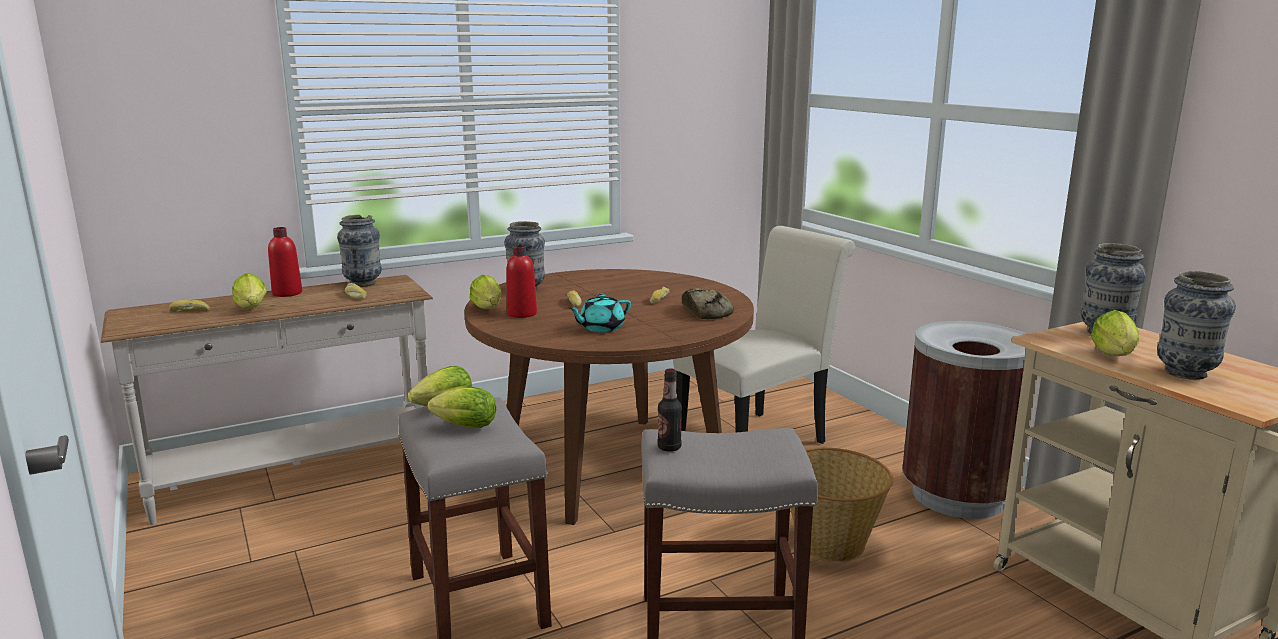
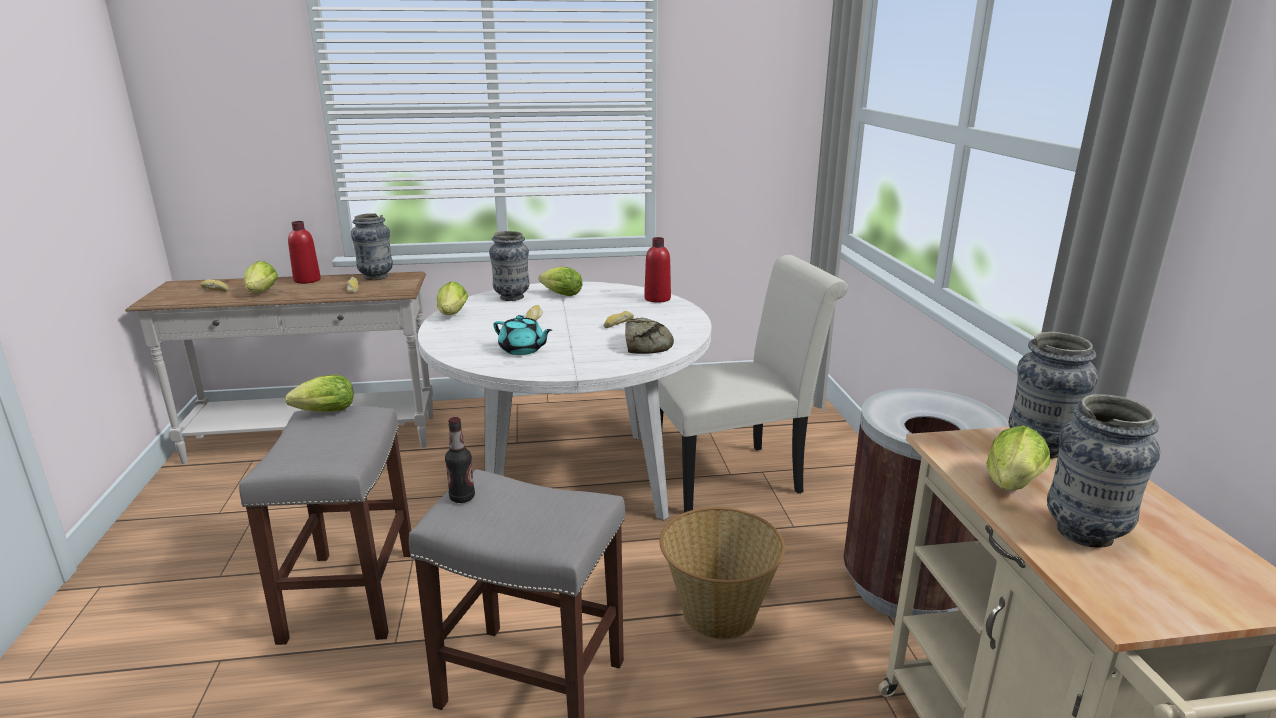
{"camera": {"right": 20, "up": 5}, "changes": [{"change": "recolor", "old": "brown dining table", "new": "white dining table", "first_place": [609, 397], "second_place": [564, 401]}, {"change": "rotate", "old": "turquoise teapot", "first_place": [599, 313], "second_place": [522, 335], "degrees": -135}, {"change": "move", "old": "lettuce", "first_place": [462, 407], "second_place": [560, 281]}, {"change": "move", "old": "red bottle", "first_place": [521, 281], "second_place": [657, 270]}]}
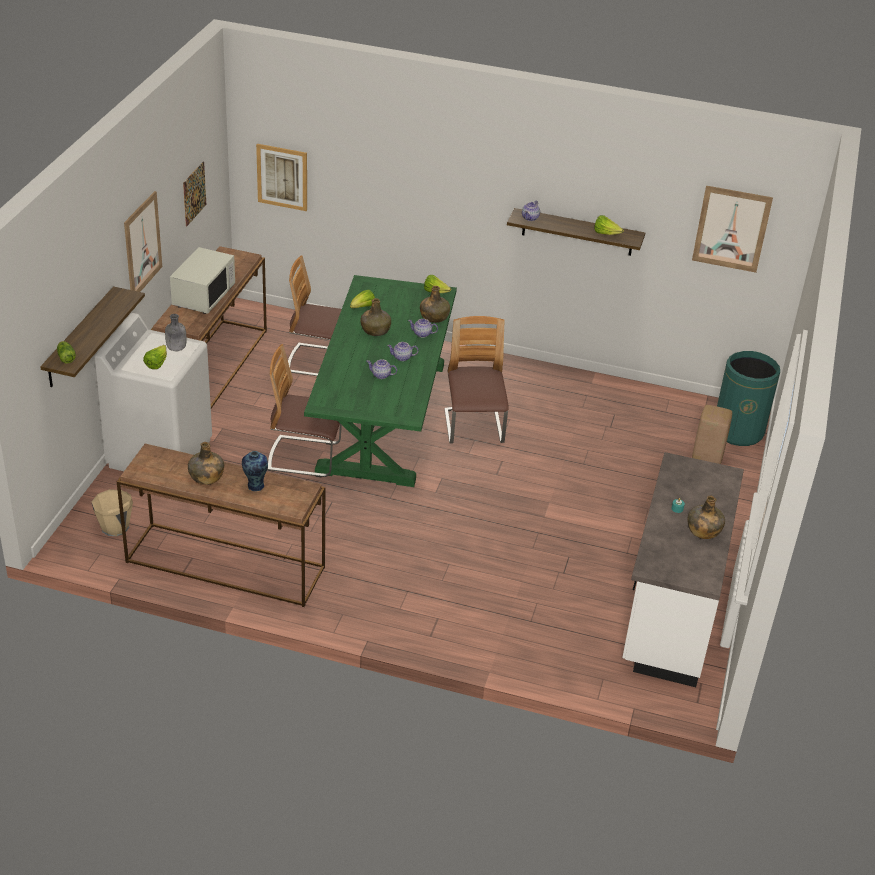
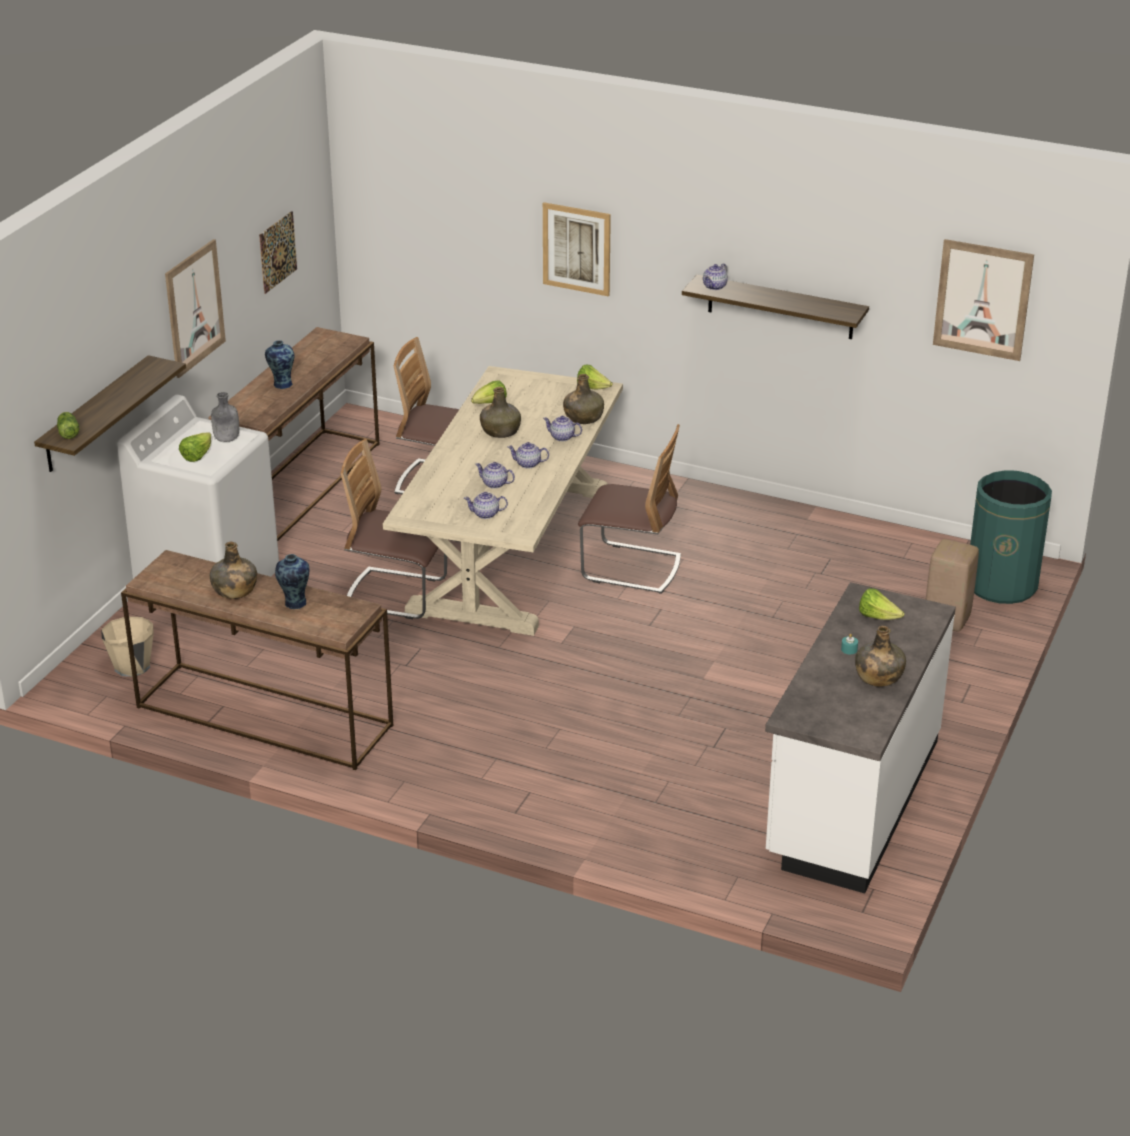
{"camera": {"right": 10, "up": -5}, "changes": [{"change": "replace", "old": "white microwave", "new": "vase", "first_place": [202, 280], "second_place": [279, 364]}, {"change": "recolor", "old": "green dining table", "new": "beige dining table", "first_place": [380, 381], "second_place": [503, 501]}, {"change": "insert", "new": "teapot", "second_place": [486, 505]}, {"change": "move", "old": "picture", "first_place": [281, 177], "second_place": [577, 249]}, {"change": "rotate", "old": "chair", "first_place": [476, 379], "second_place": [629, 509], "degrees": 105}, {"change": "move", "old": "lettuce", "first_place": [609, 225], "second_place": [882, 604]}]}
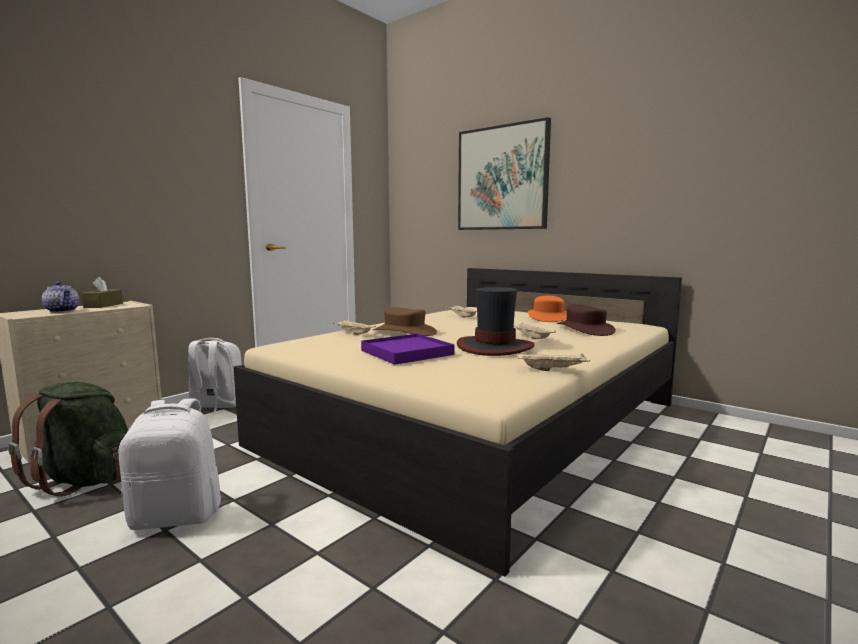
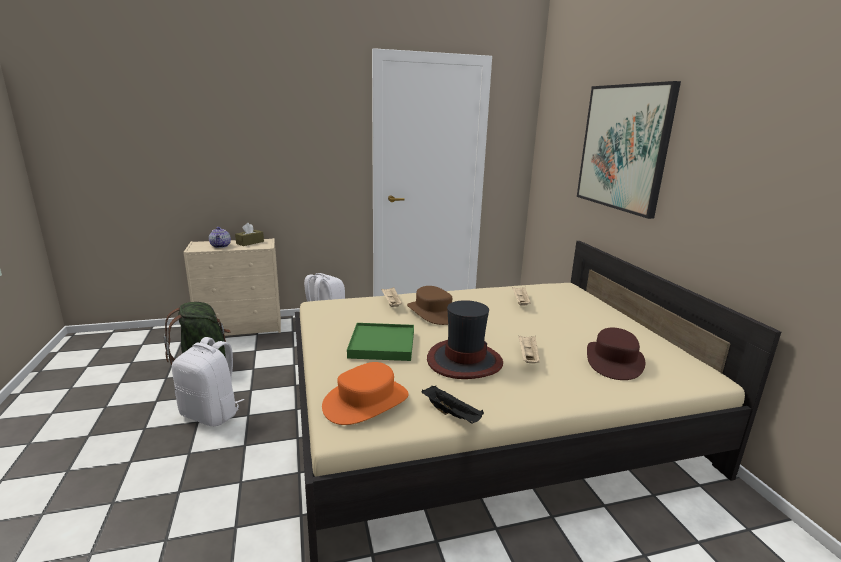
{"camera": {"right": 35, "up": 10}, "changes": [{"change": "move", "old": "orange hat", "first_place": [547, 308], "second_place": [365, 393]}, {"change": "recolor", "old": "purple tray", "new": "green tray", "first_place": [408, 349], "second_place": [380, 342]}, {"change": "recolor", "old": "beige tray", "new": "black tray", "first_place": [553, 362], "second_place": [452, 404]}]}
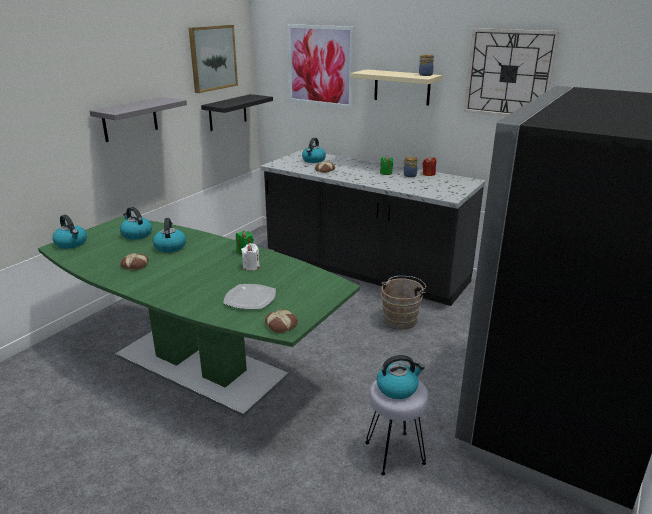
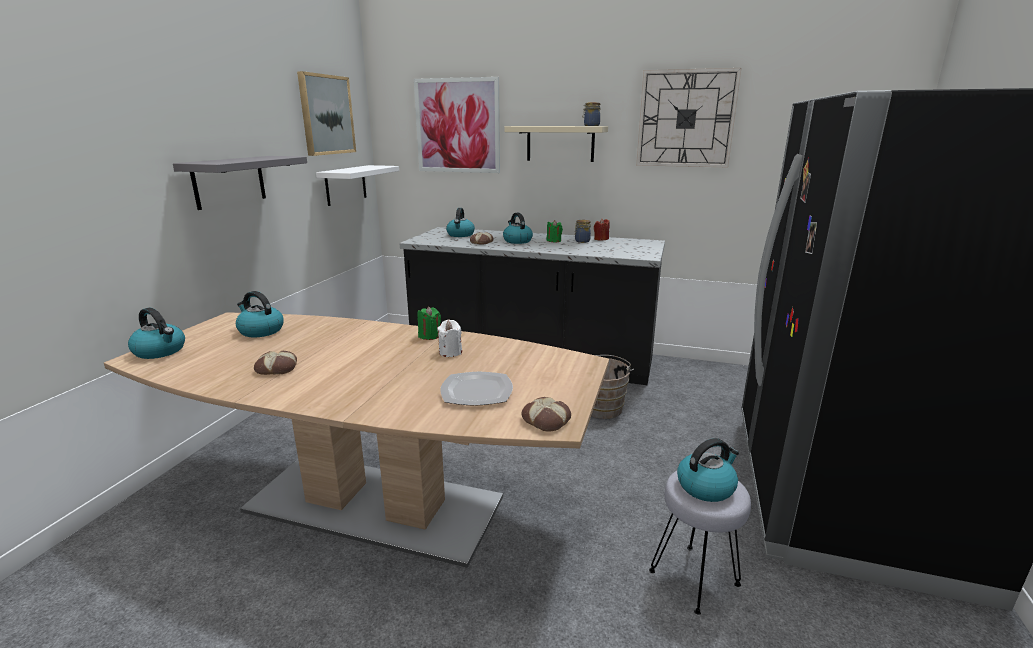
{"camera": {"right": -15, "up": -5}, "changes": [{"change": "recolor", "old": "green dining table", "new": "brown dining table", "first_place": [199, 316], "second_place": [356, 440]}, {"change": "recolor", "old": "black shelf", "new": "white shelf", "first_place": [237, 112], "second_place": [357, 185]}, {"change": "move", "old": "kettle", "first_place": [169, 235], "second_place": [518, 228]}]}
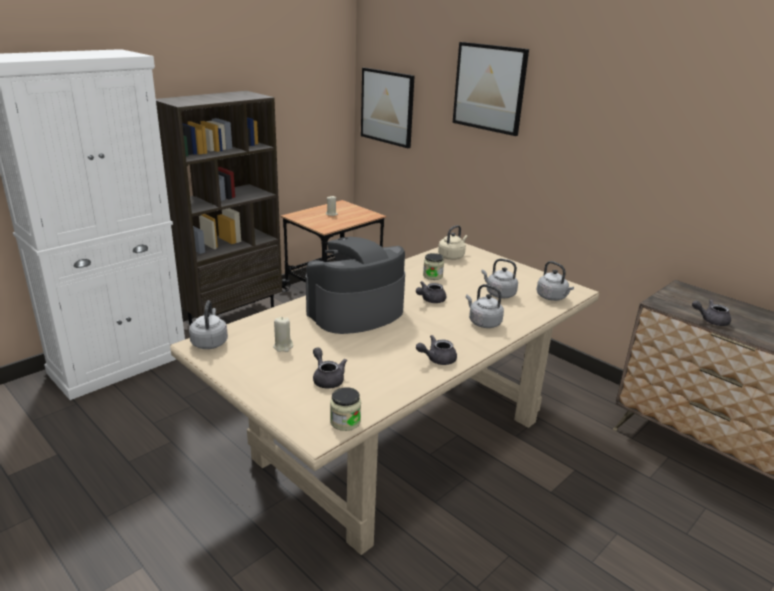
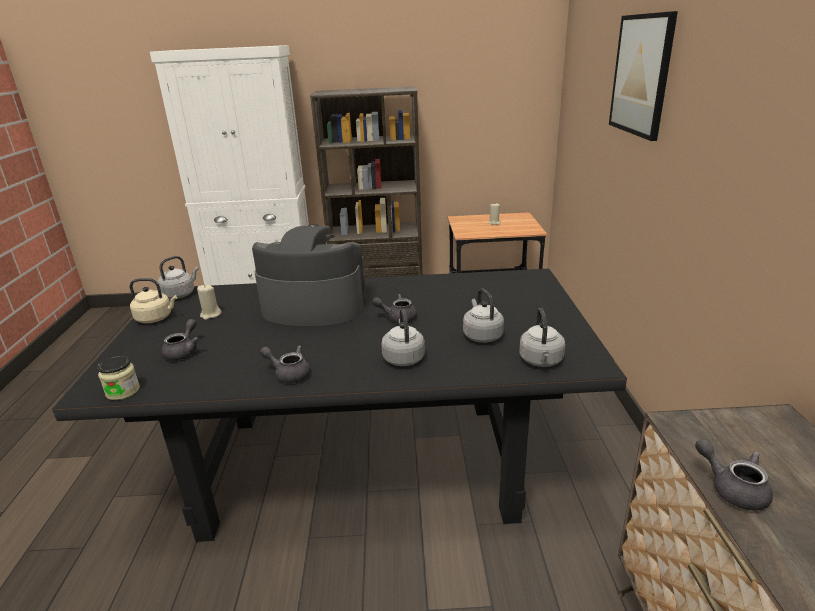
{"camera": {"right": 45, "up": 0}, "changes": [{"change": "recolor", "old": "beige dining table", "new": "black dining table", "first_place": [384, 399], "second_place": [339, 405]}, {"change": "move", "old": "beige kettle", "first_place": [453, 242], "second_place": [153, 300]}, {"change": "delete", "old": "picture", "first_place": [388, 107]}, {"change": "delete", "old": "jar", "first_place": [433, 266]}]}
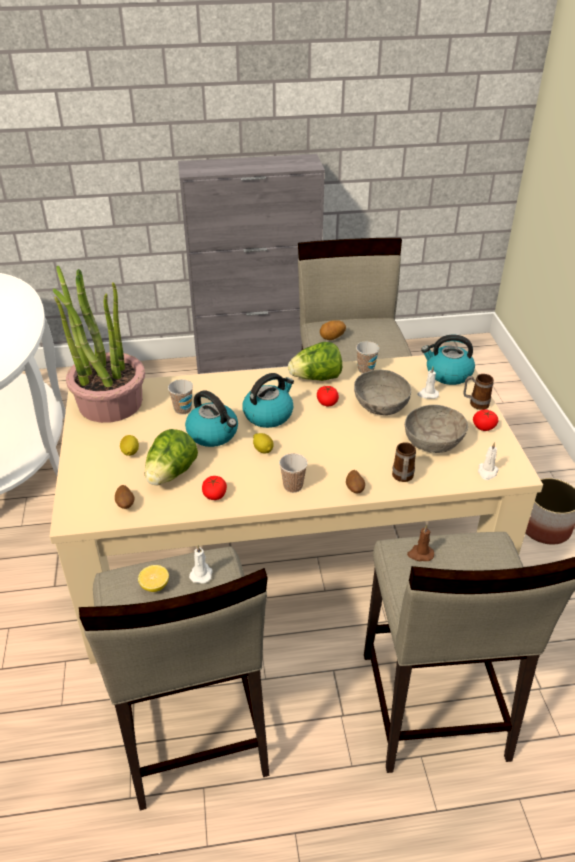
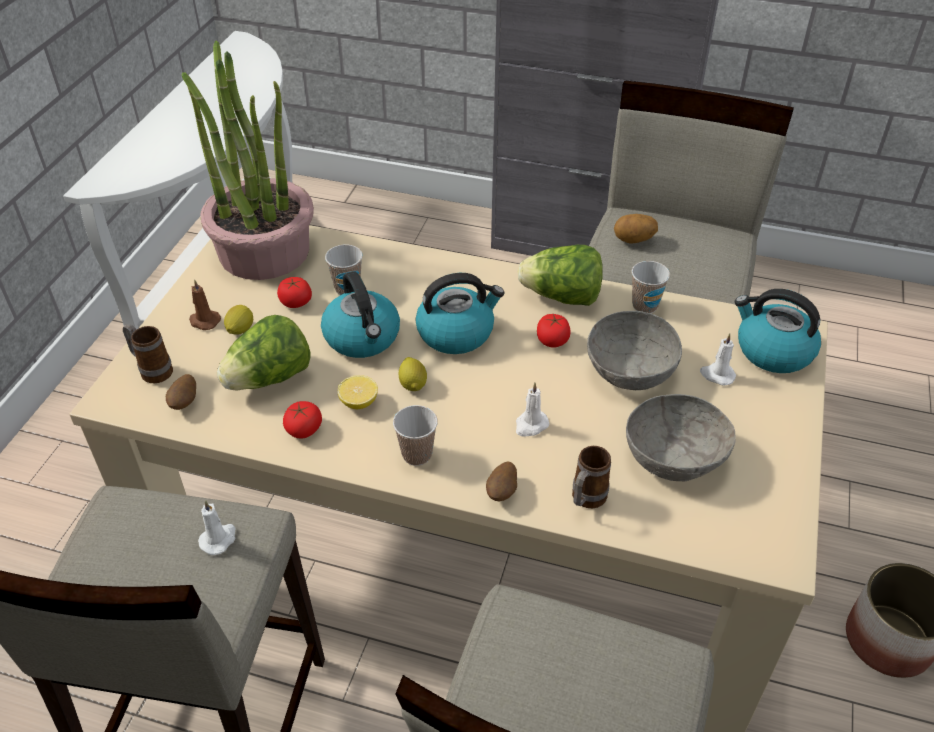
{"camera": {"right": 25, "up": 5}, "changes": [{"change": "move", "old": "mug", "first_place": [478, 392], "second_place": [148, 353]}, {"change": "move", "old": "brown candle", "first_place": [420, 542], "second_place": [205, 304]}, {"change": "move", "old": "tomato", "first_place": [485, 420], "second_place": [294, 292]}, {"change": "move", "old": "lemon", "first_place": [153, 578], "second_place": [358, 392]}, {"change": "move", "old": "white candle", "first_place": [488, 461], "second_place": [532, 410]}]}
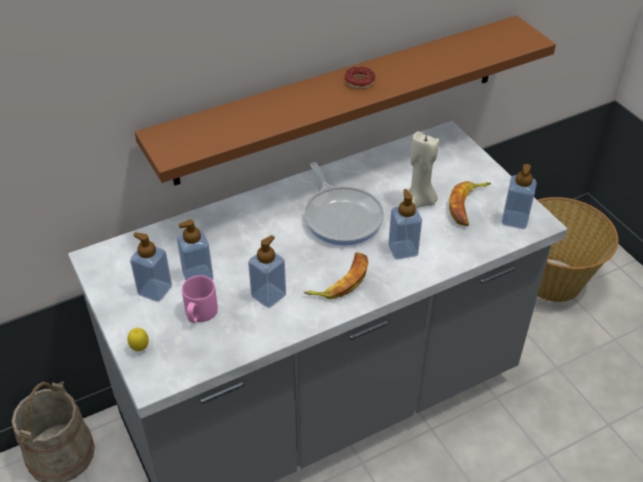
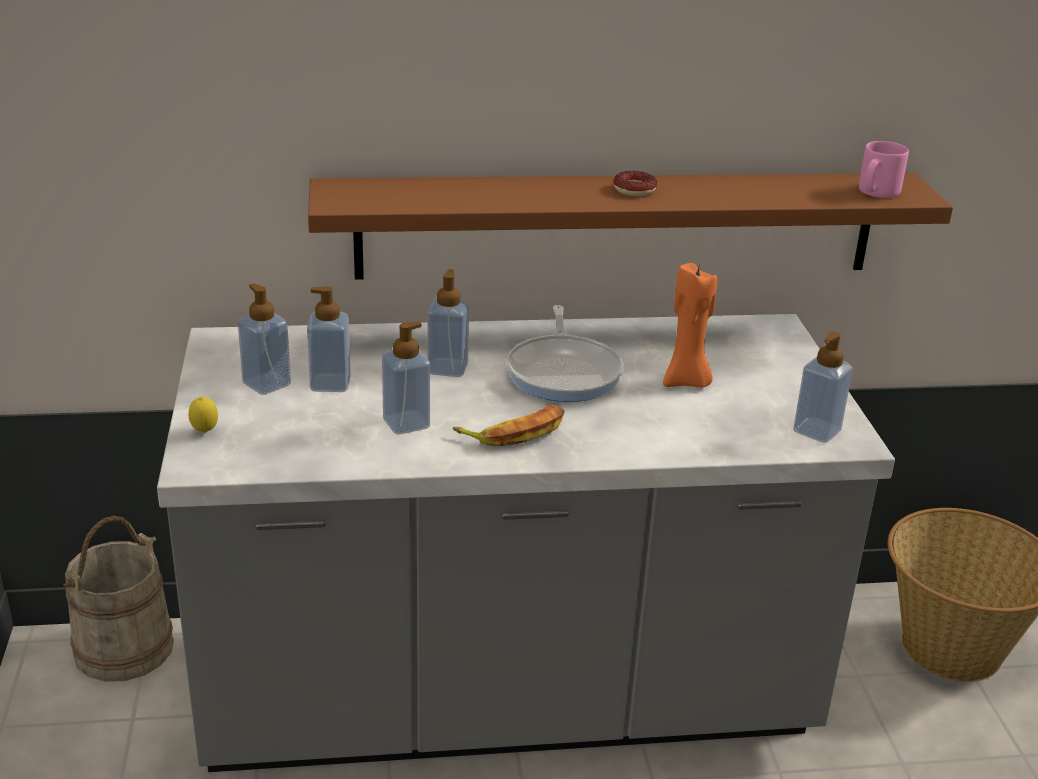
{"camera": {"right": 20, "up": -15}, "changes": [{"change": "move", "old": "soap dispenser", "first_place": [405, 224], "second_place": [448, 323]}, {"change": "recolor", "old": "beige candle", "new": "orange candle", "first_place": [423, 169], "second_place": [690, 325]}, {"change": "move", "old": "pink mug", "first_place": [200, 299], "second_place": [884, 169]}, {"change": "delete", "old": "banana", "first_place": [470, 203]}]}
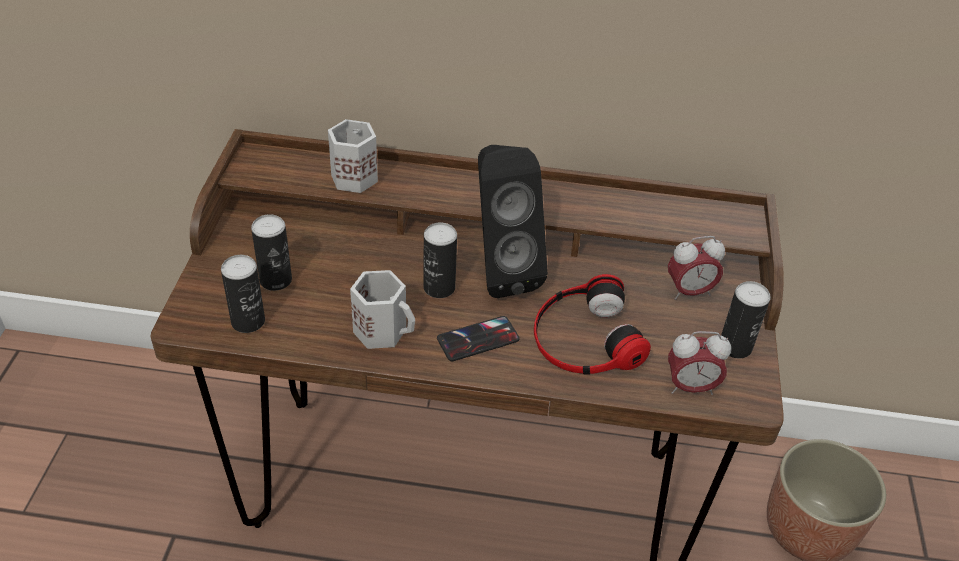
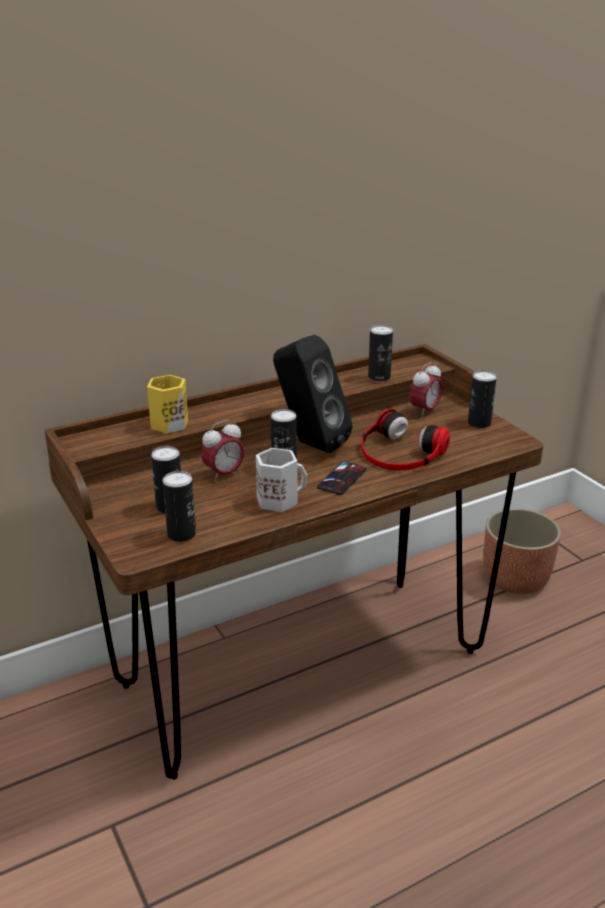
{"camera": {"right": -35, "up": -15}, "changes": [{"change": "recolor", "old": "white mug", "new": "yellow mug", "first_place": [353, 156], "second_place": [167, 404]}, {"change": "move", "old": "alarm clock", "first_place": [699, 363], "second_place": [223, 451]}, {"change": "insert", "new": "can", "second_place": [380, 353]}]}
